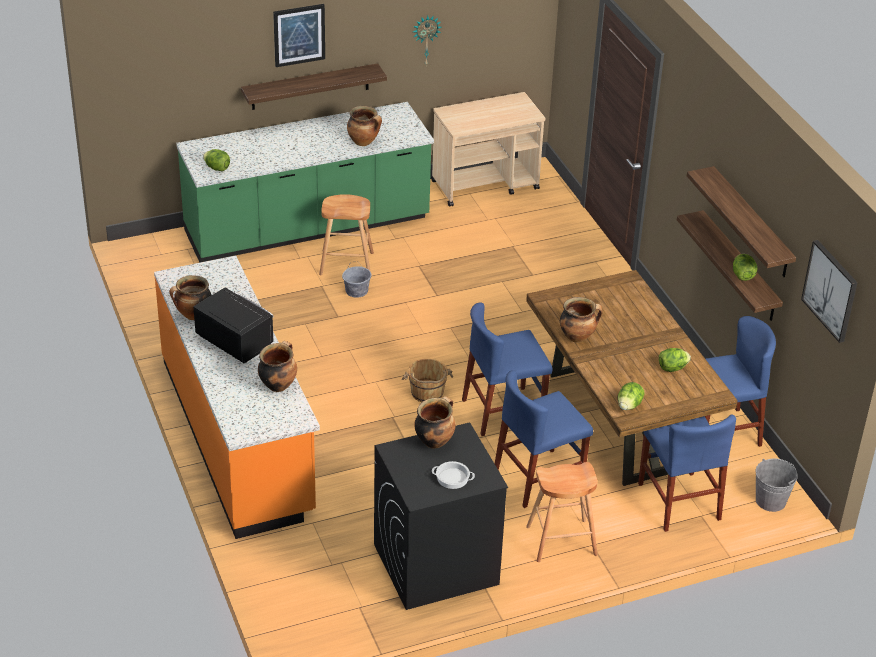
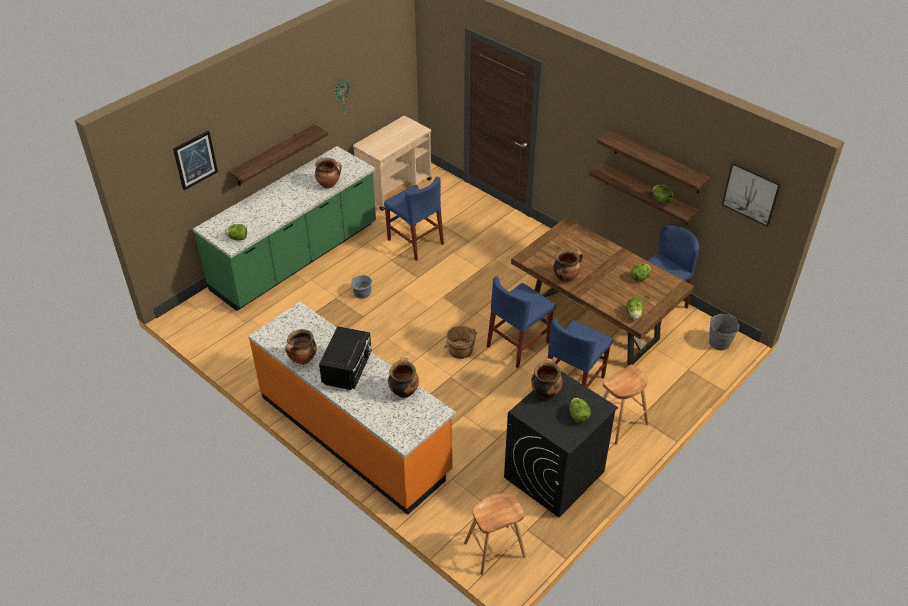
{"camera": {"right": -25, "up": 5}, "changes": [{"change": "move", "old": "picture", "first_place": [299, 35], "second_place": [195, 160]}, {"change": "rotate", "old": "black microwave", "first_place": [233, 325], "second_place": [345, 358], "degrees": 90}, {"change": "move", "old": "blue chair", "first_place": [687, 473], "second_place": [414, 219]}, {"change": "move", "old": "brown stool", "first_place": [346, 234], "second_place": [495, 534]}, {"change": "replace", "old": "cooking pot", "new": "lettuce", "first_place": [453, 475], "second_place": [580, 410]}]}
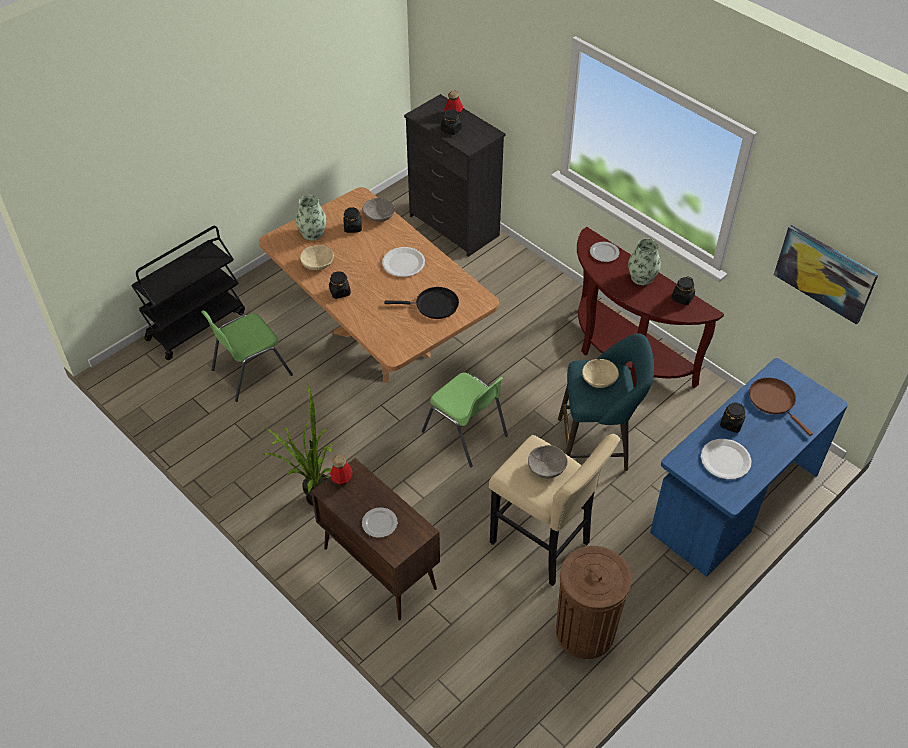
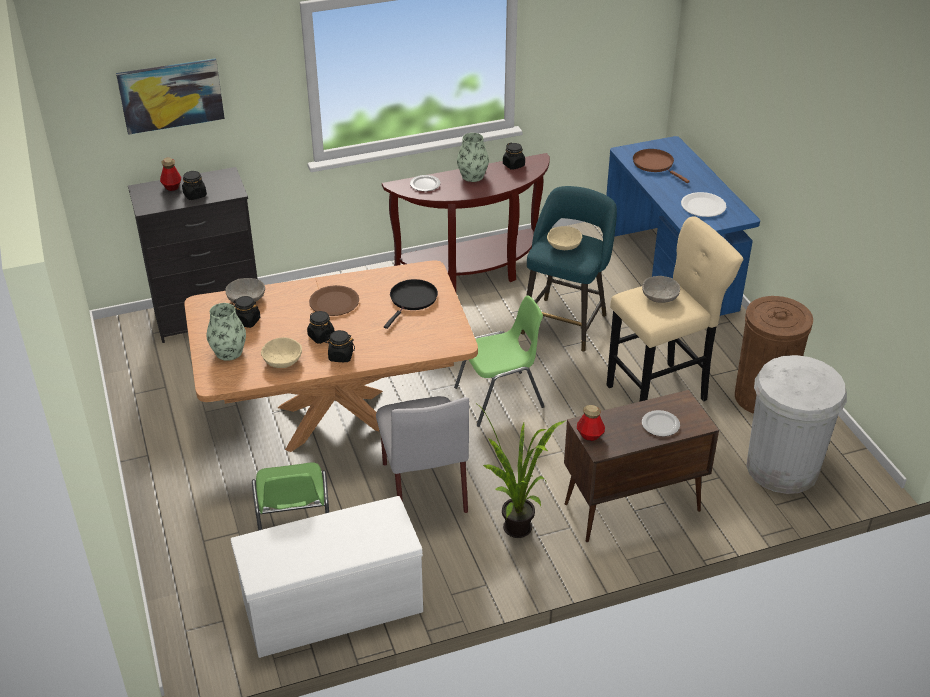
{"camera": {"right": -65, "up": -10}, "changes": [{"change": "move", "old": "picture", "first_place": [826, 275], "second_place": [170, 96]}, {"change": "insert", "new": "white bench", "second_place": [327, 577]}, {"change": "move", "old": "black jar", "first_place": [733, 417], "second_place": [320, 327]}, {"change": "recolor", "old": "white plate", "new": "brown plate", "first_place": [403, 262], "second_place": [334, 300]}, {"change": "insert", "new": "grey chair", "second_place": [422, 454]}, {"change": "rotate", "old": "brown frying pan", "first_place": [781, 407], "second_place": [661, 166], "degrees": 60}, {"change": "insert", "new": "white trash can", "second_place": [797, 424]}, {"change": "delete", "old": "black cart", "first_place": [188, 293]}]}
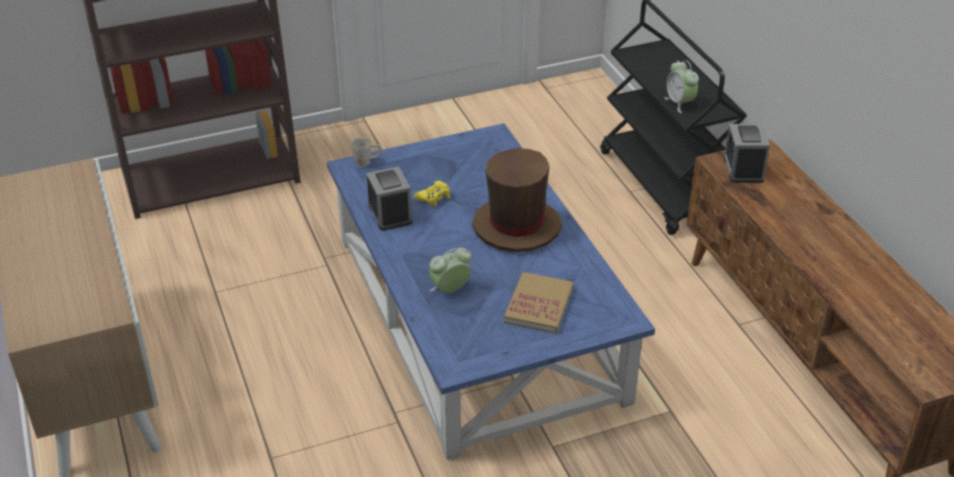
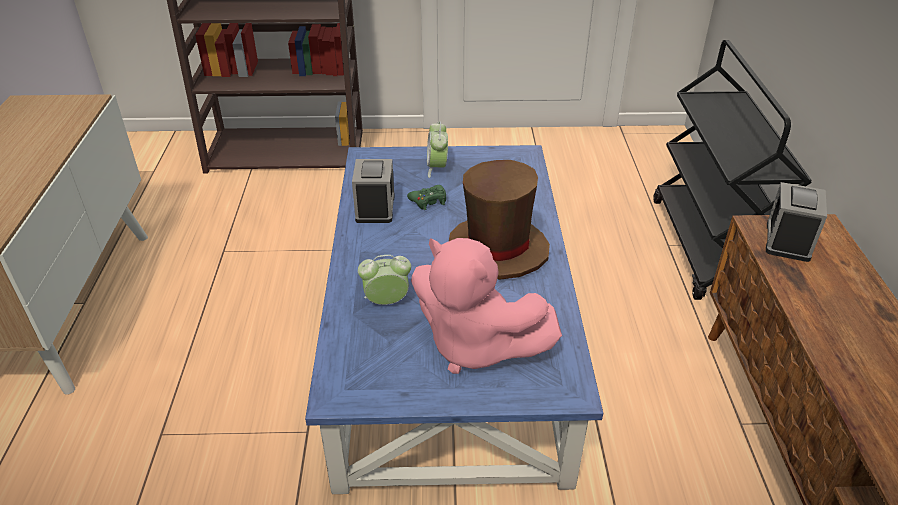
{"camera": {"right": 20, "up": 0}, "changes": [{"change": "recolor", "old": "yellow game controller", "new": "green game controller", "first_place": [432, 194], "second_place": [426, 197]}, {"change": "replace", "old": "book", "new": "pink plush toy", "first_place": [538, 303], "second_place": [486, 306]}, {"change": "move", "old": "alarm clock", "first_place": [681, 86], "second_place": [437, 149]}, {"change": "delete", "old": "white mug", "first_place": [366, 152]}]}
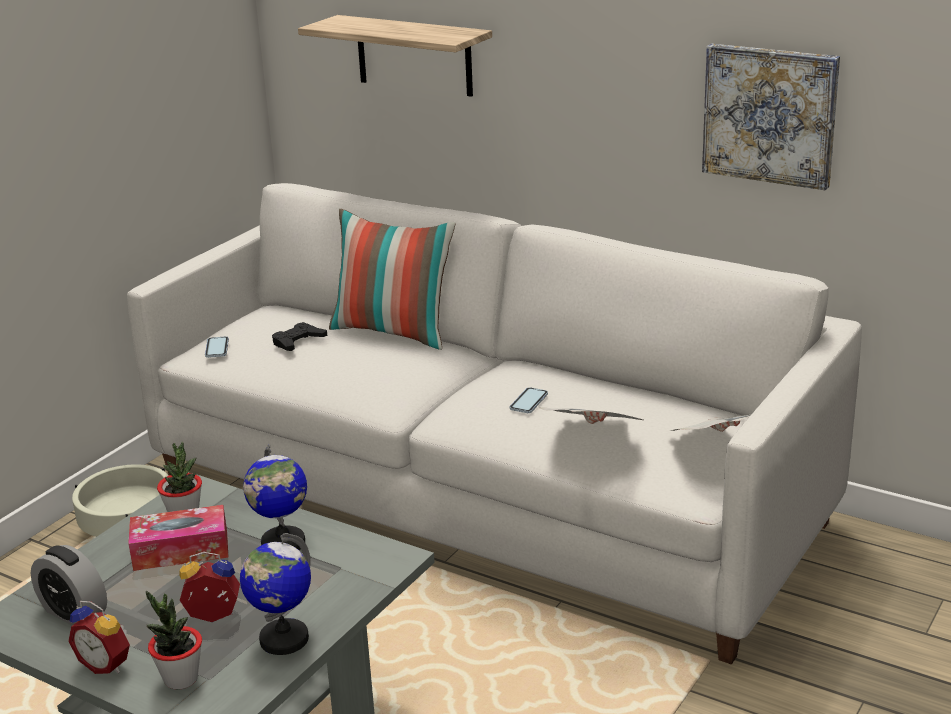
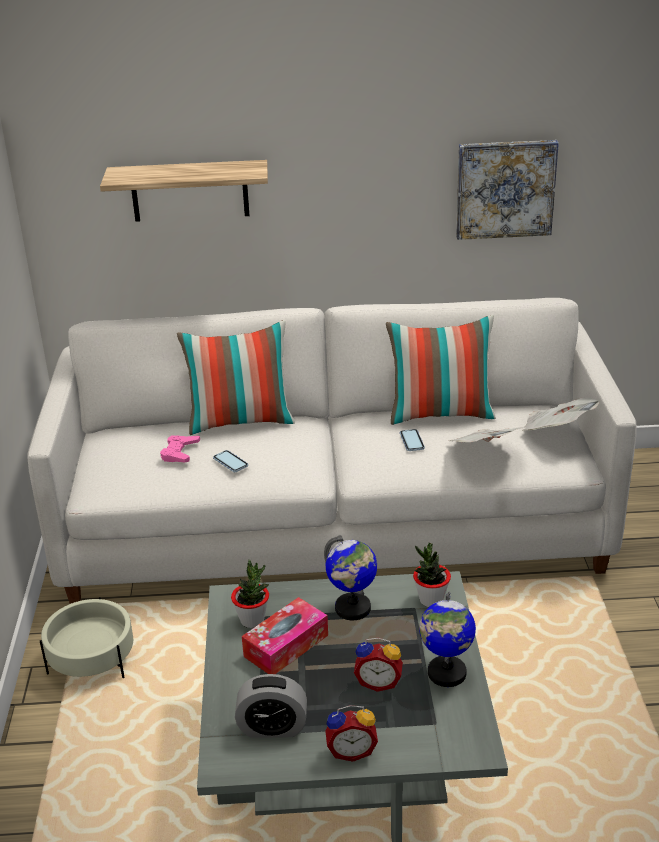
{"camera": {"right": -35, "up": 5}, "changes": [{"change": "recolor", "old": "black game controller", "new": "pink game controller", "first_place": [299, 336], "second_place": [180, 449]}, {"change": "move", "old": "phone", "first_place": [217, 347], "second_place": [230, 461]}, {"change": "rotate", "old": "alarm clock", "first_place": [209, 587], "second_place": [378, 665], "degrees": -135}, {"change": "insert", "new": "pillow", "second_place": [441, 370]}, {"change": "move", "old": "potted plant", "first_place": [174, 639], "second_place": [432, 574]}]}
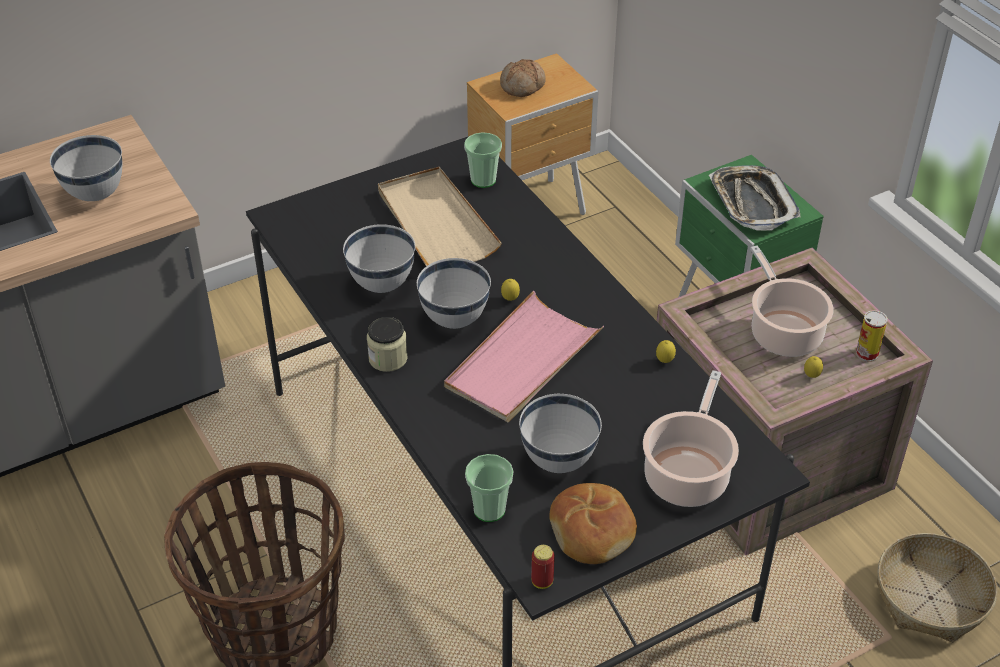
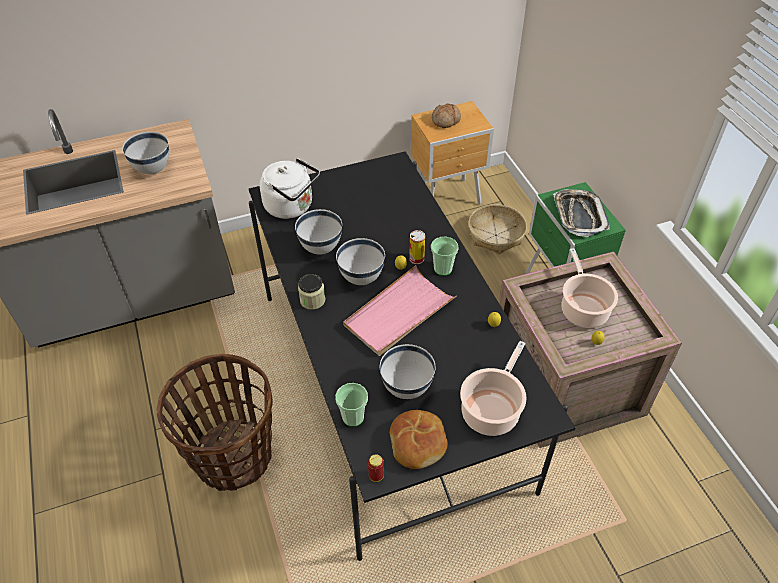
{"camera": {"right": 10, "up": 5}, "changes": [{"change": "insert", "new": "white kettle", "second_place": [289, 188]}, {"change": "move", "old": "can", "first_place": [872, 336], "second_place": [417, 247]}, {"change": "move", "old": "cup", "first_place": [483, 160], "second_place": [445, 256]}, {"change": "move", "old": "basket", "first_place": [937, 587], "second_place": [497, 229]}, {"change": "delete", "old": "beige tray", "first_place": [440, 216]}]}
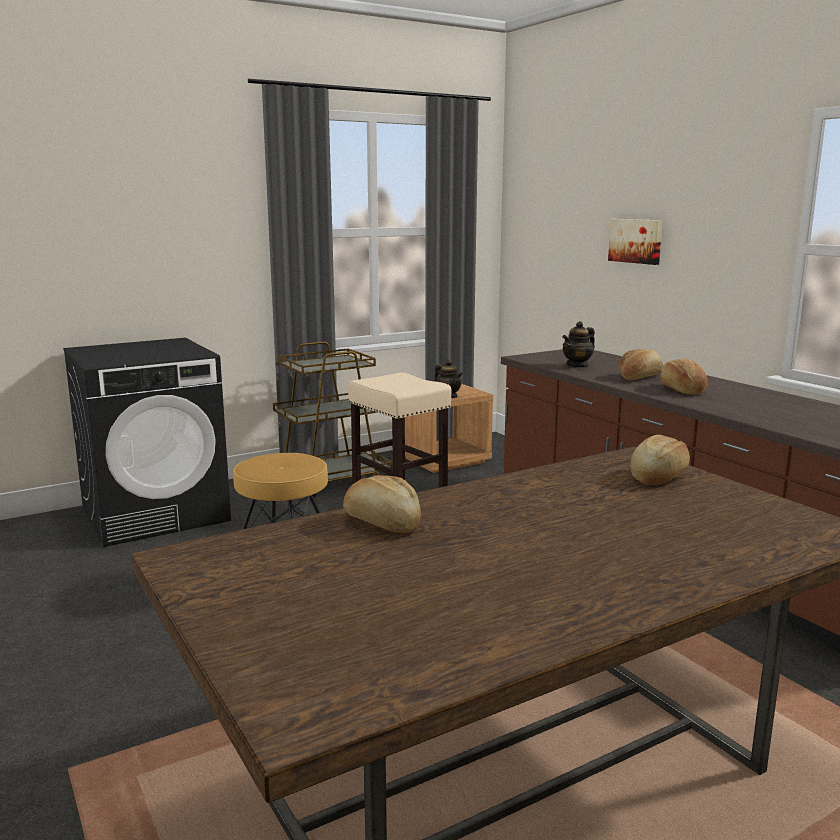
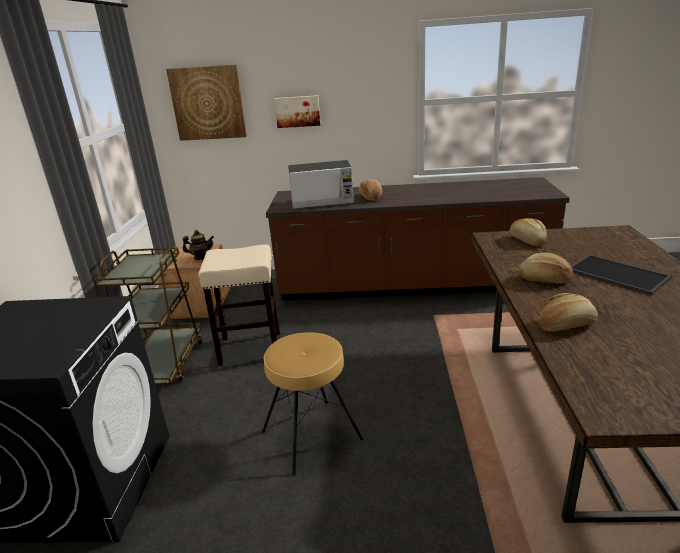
{"camera": {"right": -55, "up": 10}, "changes": [{"change": "insert", "new": "picture", "second_place": [206, 102]}, {"change": "replace", "old": "teapot", "new": "microwave", "first_place": [578, 344], "second_place": [321, 184]}, {"change": "move", "old": "bread", "first_place": [683, 377], "second_place": [546, 268]}, {"change": "insert", "new": "tray", "second_place": [621, 274]}]}
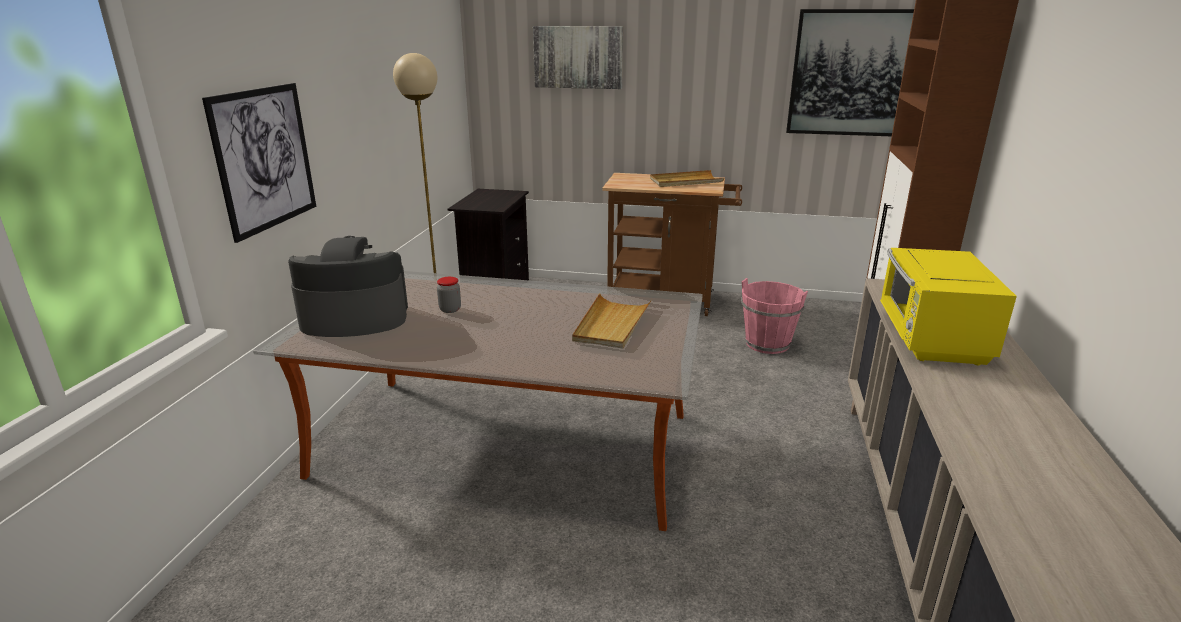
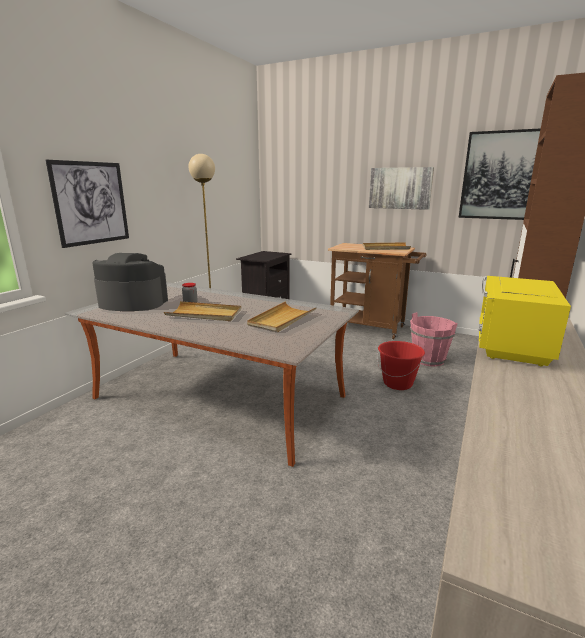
{"camera": {"right": 15, "up": -5}, "changes": [{"change": "insert", "new": "beige tray", "second_place": [202, 311]}, {"change": "move", "old": "picture", "first_place": [578, 57], "second_place": [401, 188]}, {"change": "insert", "new": "red bucket", "second_place": [401, 365]}]}
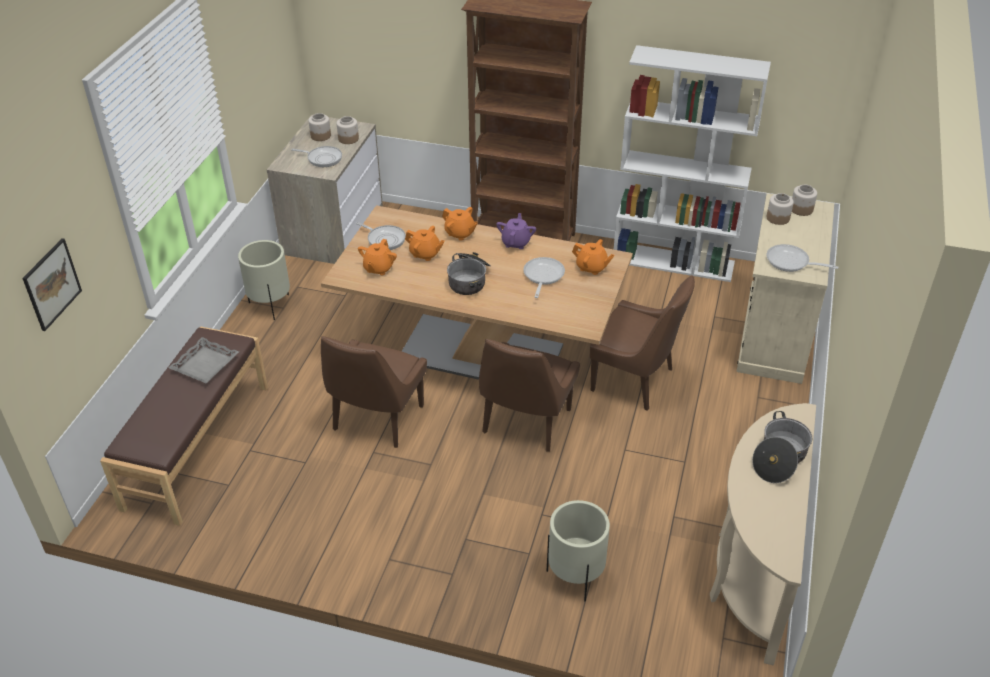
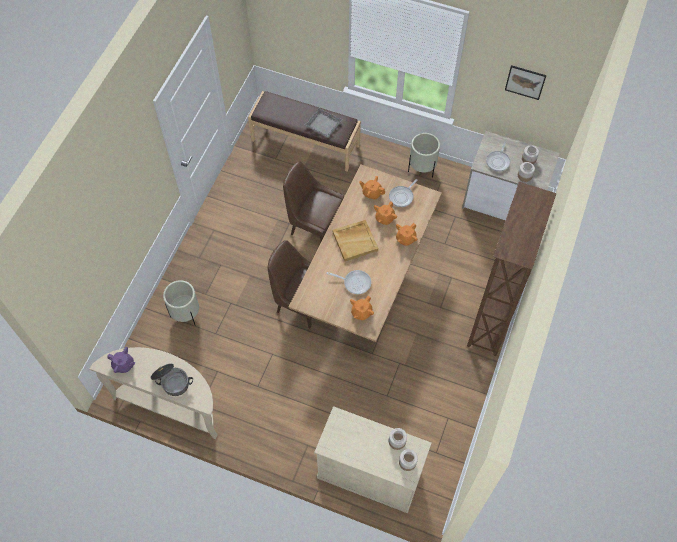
{"camera": {"right": 95, "up": 20}, "changes": [{"change": "move", "old": "purple teapot", "first_place": [516, 231], "second_place": [121, 360]}, {"change": "replace", "old": "cooking pot", "new": "beige tray", "first_place": [469, 273], "second_place": [355, 240]}, {"change": "move", "old": "picture", "first_place": [52, 284], "second_place": [526, 82]}, {"change": "delete", "old": "brown chair", "first_place": [642, 343]}, {"change": "delete", "old": "white bookcase", "first_place": [692, 163]}, {"change": "delete", "old": "frying pan", "first_place": [802, 258]}]}
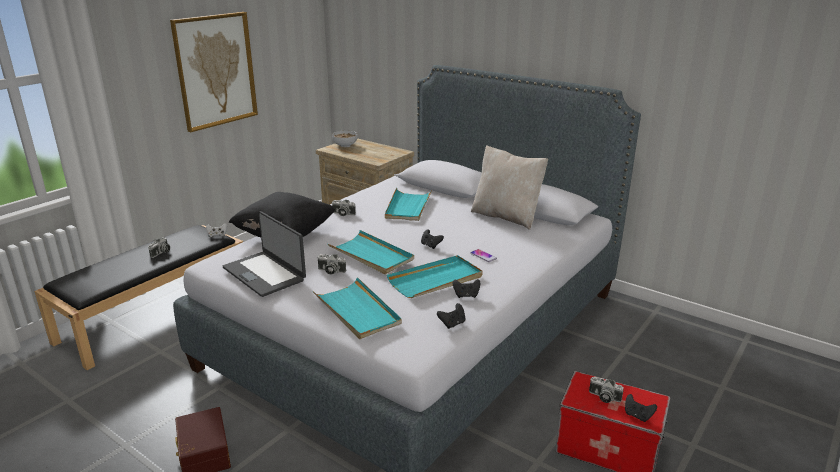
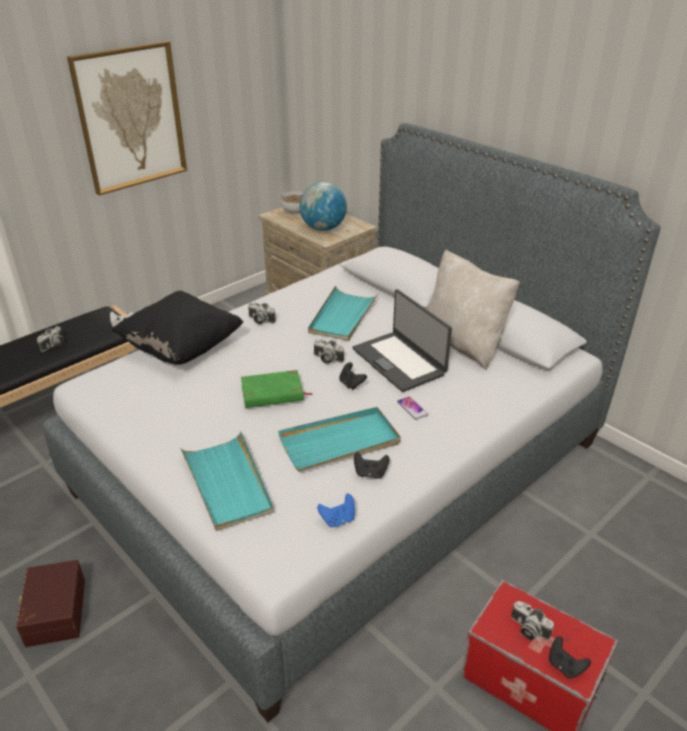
{"camera": {"right": 10, "up": 10}, "changes": [{"change": "replace", "old": "turquoise tray", "new": "green book", "first_place": [371, 252], "second_place": [277, 389]}, {"change": "insert", "new": "globe", "second_place": [323, 206]}, {"change": "move", "old": "photo camera", "first_place": [331, 264], "second_place": [329, 351]}, {"change": "recolor", "old": "black game controller", "new": "blue game controller", "first_place": [451, 316], "second_place": [336, 510]}, {"change": "move", "old": "laptop", "first_place": [264, 254], "second_place": [402, 340]}]}
